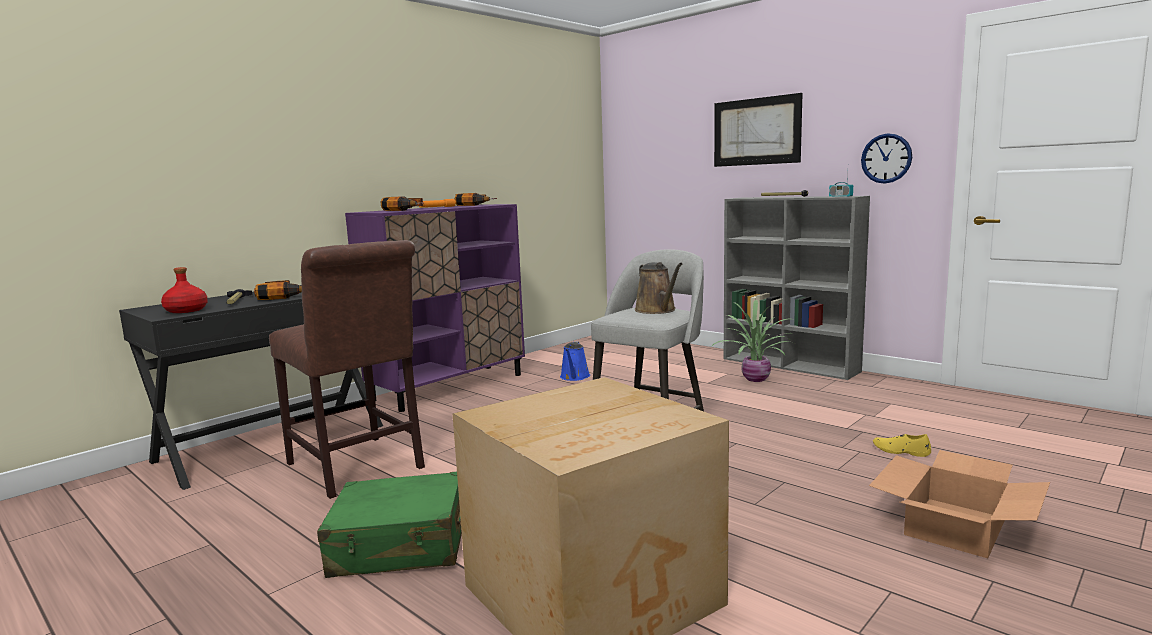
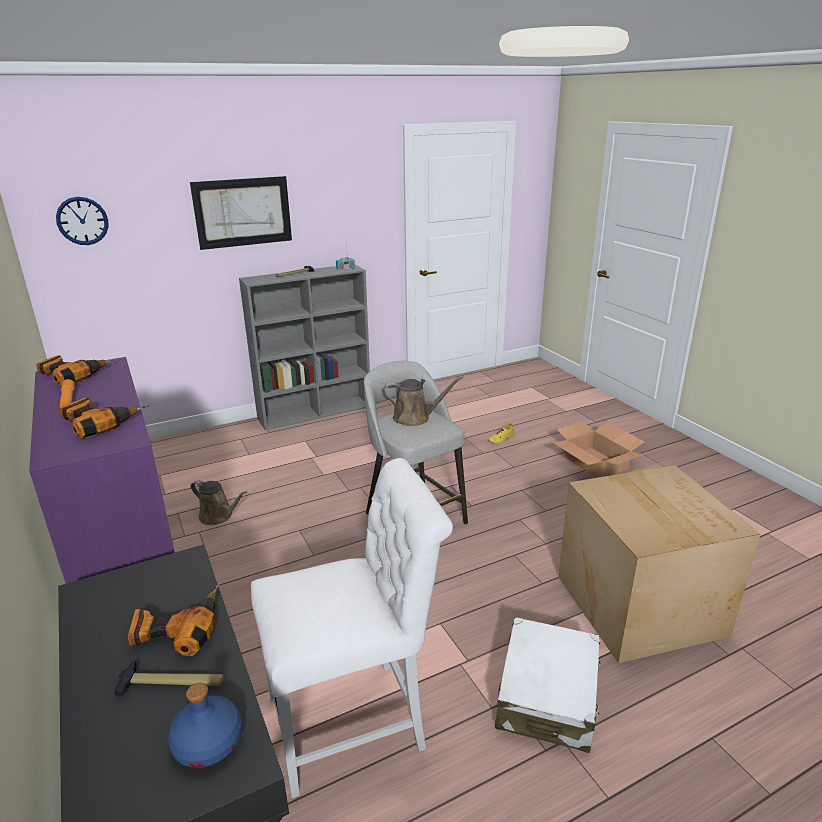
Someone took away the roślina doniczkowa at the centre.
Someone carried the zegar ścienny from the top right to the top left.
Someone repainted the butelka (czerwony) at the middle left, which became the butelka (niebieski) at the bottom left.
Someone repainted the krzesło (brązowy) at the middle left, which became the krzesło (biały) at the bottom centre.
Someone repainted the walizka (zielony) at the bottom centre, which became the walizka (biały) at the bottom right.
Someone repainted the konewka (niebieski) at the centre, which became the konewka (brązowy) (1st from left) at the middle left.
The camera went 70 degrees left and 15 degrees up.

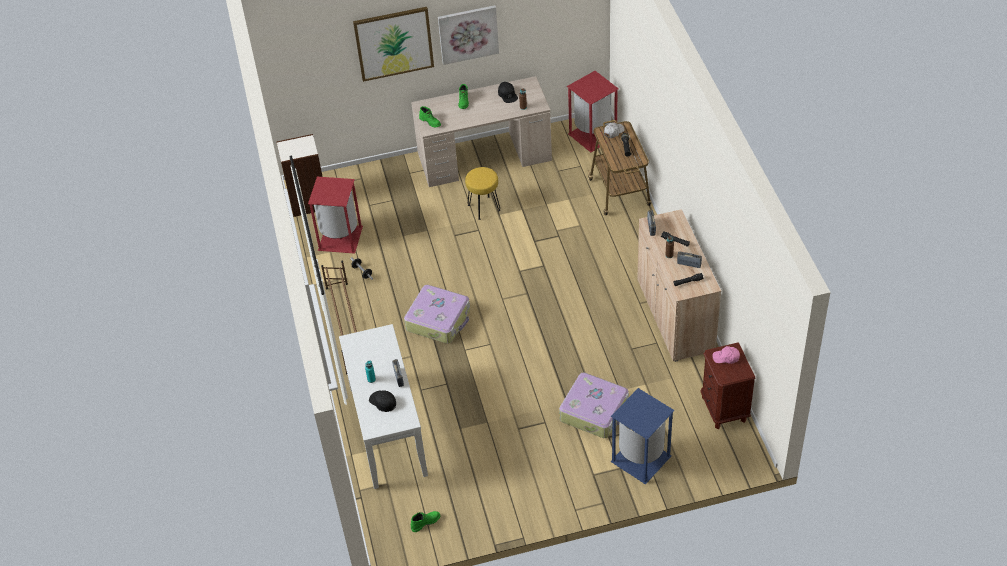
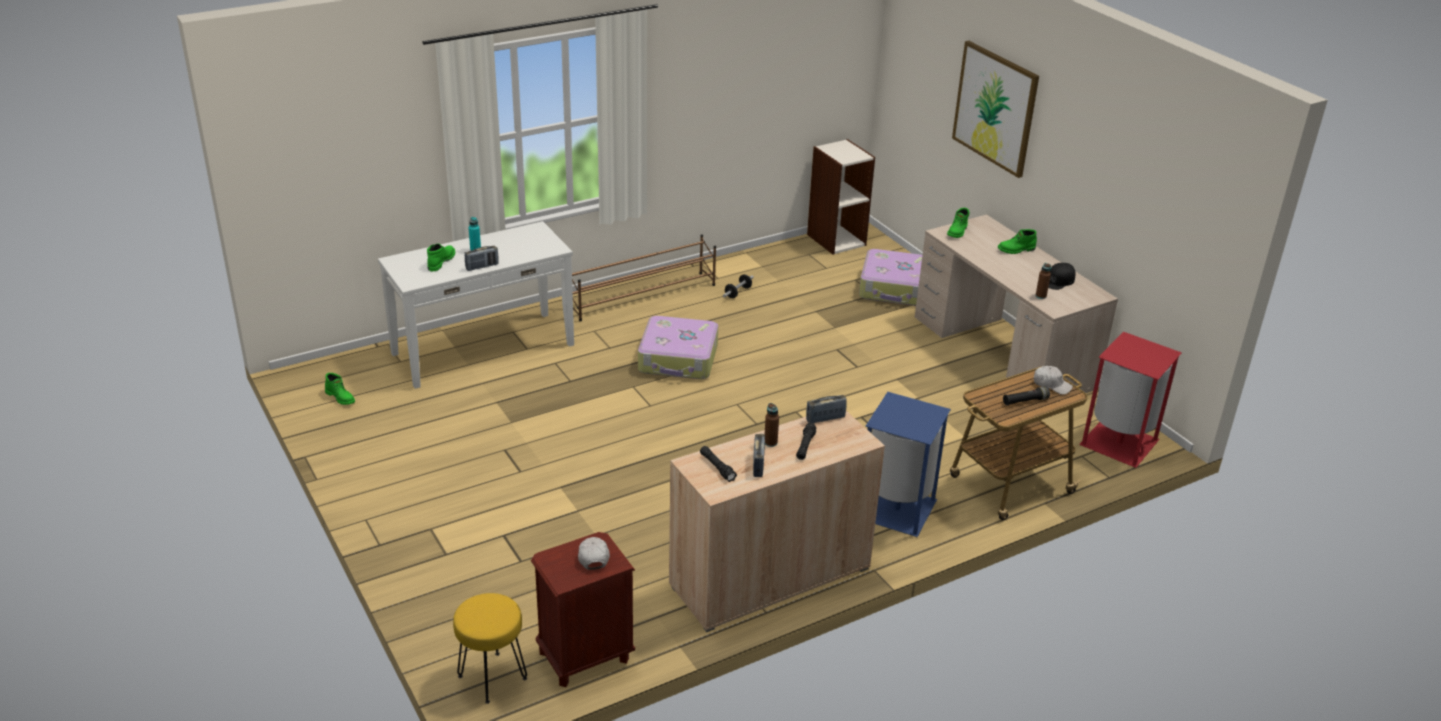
Someone took away the kosz na śmieci (czerwony) (1st from left) at the middle left.
Someone took away the obraz (2nd from left) at the top centre.
Someone carried the stołek (żółty) from the centre to the bottom centre.
Someone carried the walizka (2nd from left) from the bottom centre to the centre.
Someone carried the kosz na śmieci (niebieski) from the bottom centre to the centre.
Someone swapped the czapka z daszkiem (czarny) (1st from left) at the bottom centre for the but z cholewką (zielony) (2nd from left) at the middle left.
Someone repainted the czapka z daszkiem (różowy) at the middle right, which became the czapka z daszkiem (biały) (1st from left) at the bottom centre.
The camera went 70 degrees right and 15 degrees down.

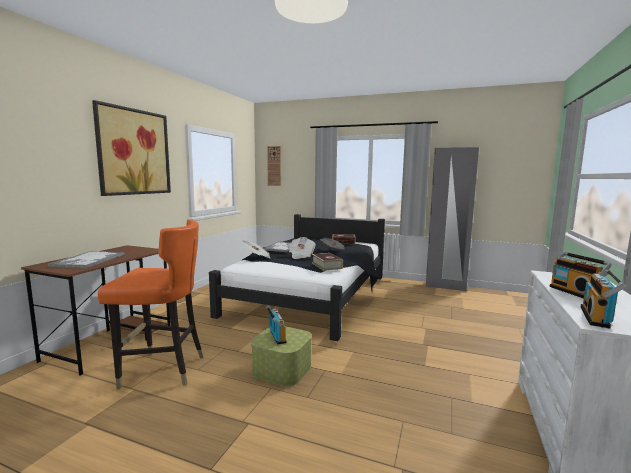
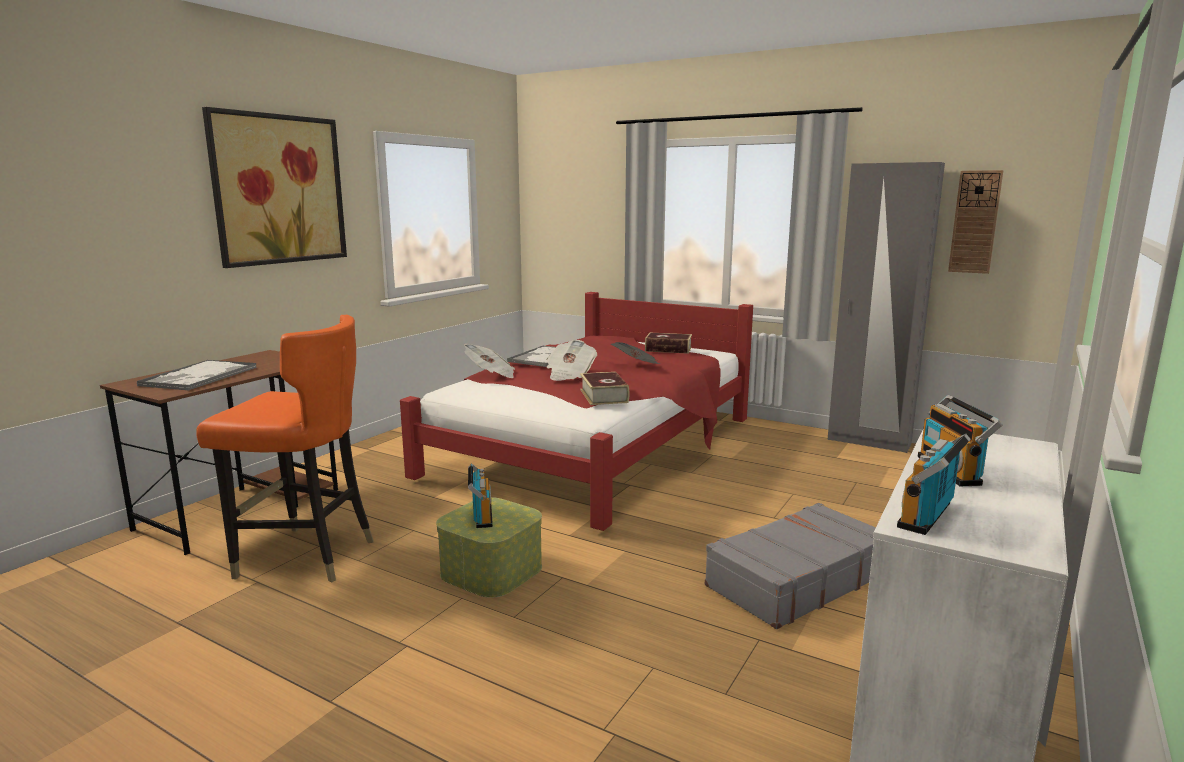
Someone put down the walizka (szary) at the bottom right.
Someone carried the zegar ścienny from the centre to the top right.
Someone repainted the łóżko (czarny) at the centre, which became the łóżko (czerwony) at the centre.
The camera went 10 degrees right and 5 degrees up.

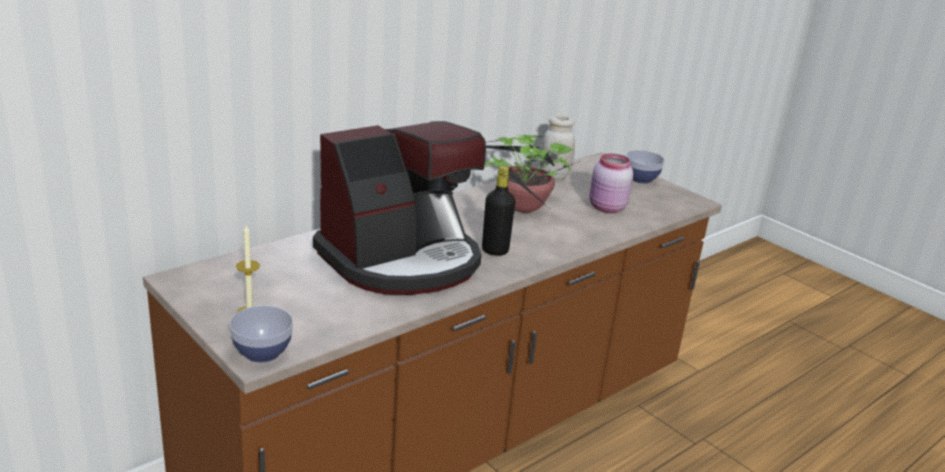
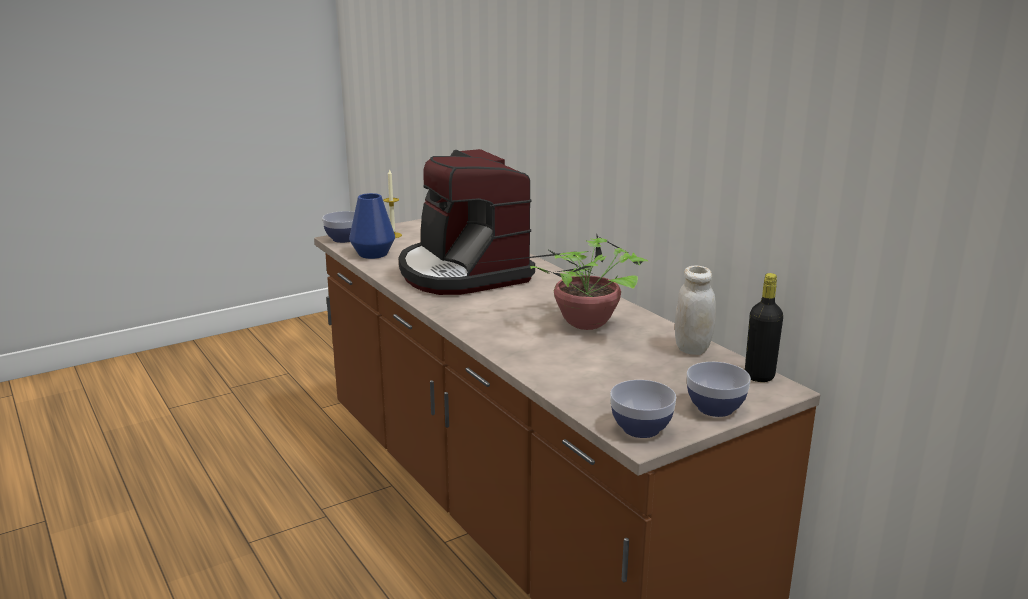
Someone took away the słoik (różowy) at the centre.
Someone put down the wazon (niebieski) at the centre.
Someone put down the miska (2nd from left) at the bottom centre.
Someone carried the butelka (czarny) from the centre to the middle right.
The camera went 100 degrees right and 5 degrees down.

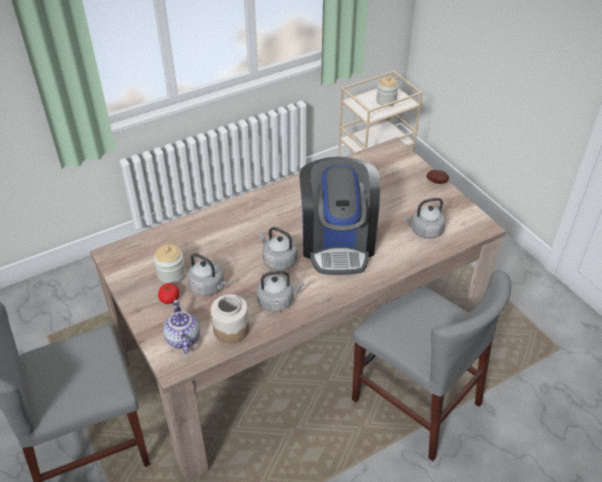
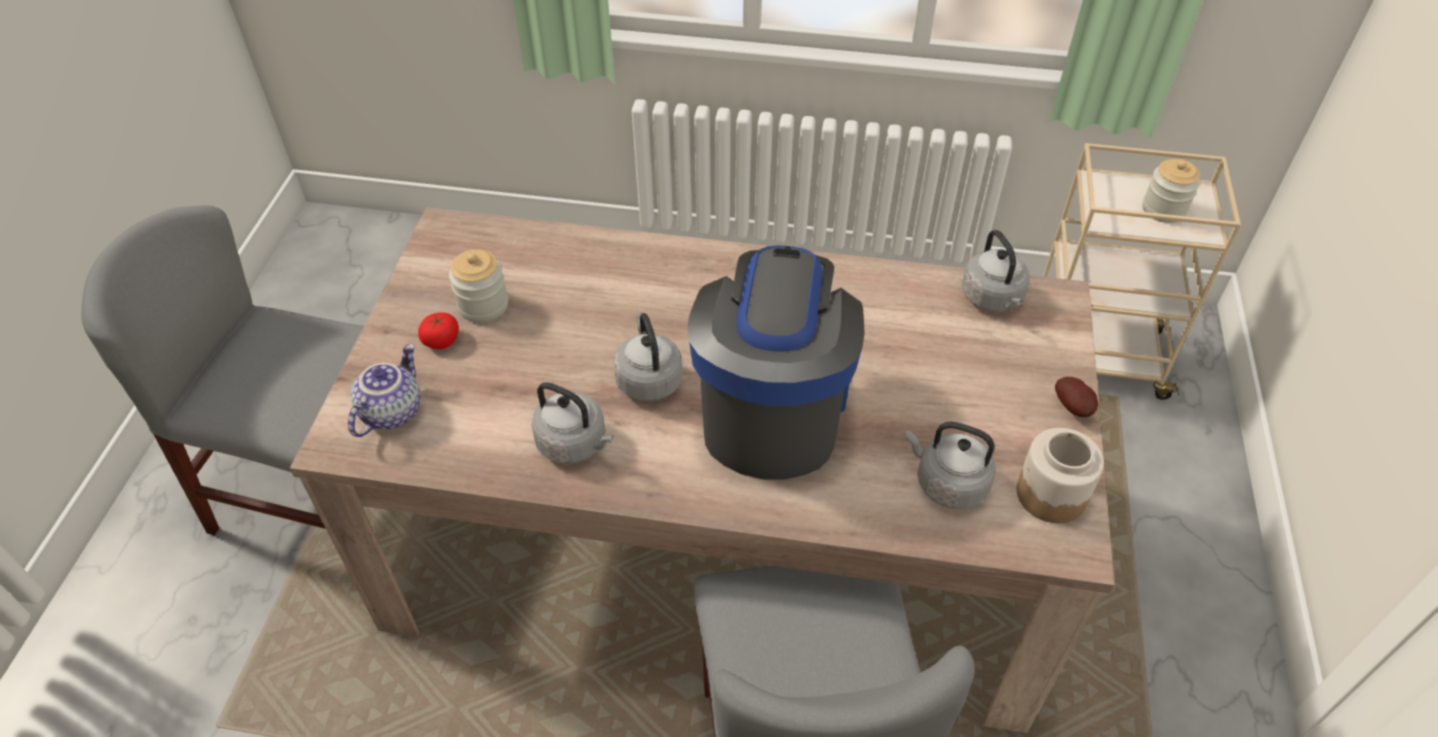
Someone carried the czajnik (szary) (1st from left in the first image) from the centre to the middle right.
Someone carried the słoik (2nd from left) from the centre to the middle right.
Someone rotated the ekspres do kawy at the centre by 150 degrees clockwise.
The camera went 40 degrees right and 5 degrees up.

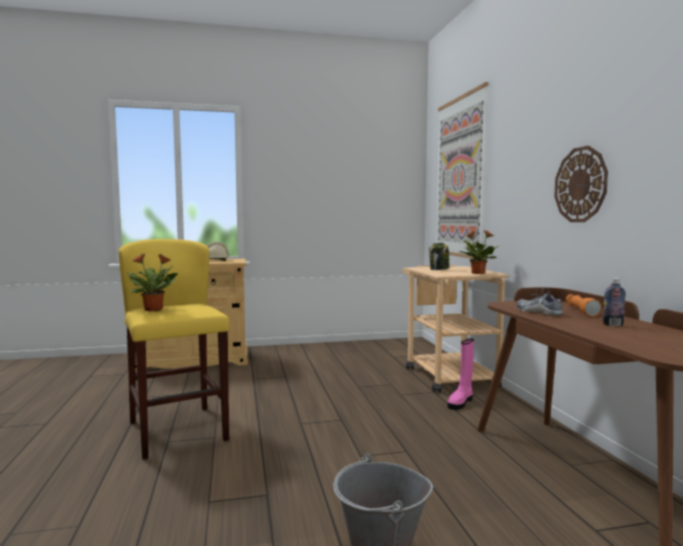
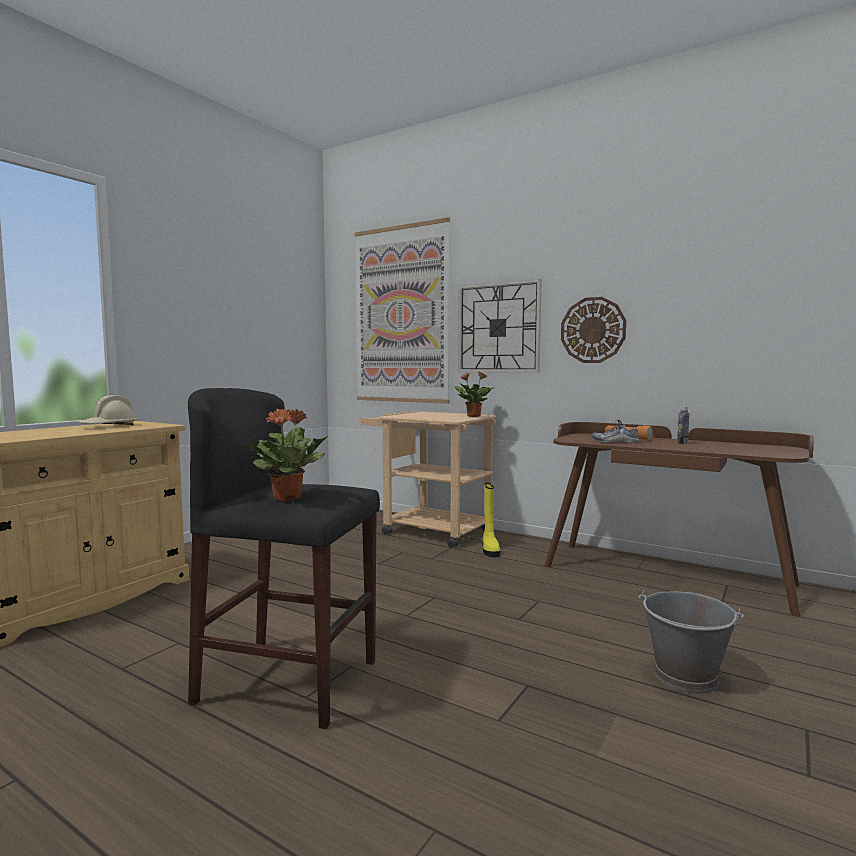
Someone took away the słoik at the centre.
Someone put up the zegar ścienny (1st from left) at the centre.
Someone repainted the stołek (żółty) at the middle left, which became the stołek (czarny) at the middle left.
Someone repainted the but z cholewką (różowy) at the bottom right, which became the but z cholewką (żółty) at the centre.
The camera went 45 degrees left and 0 degrees up.

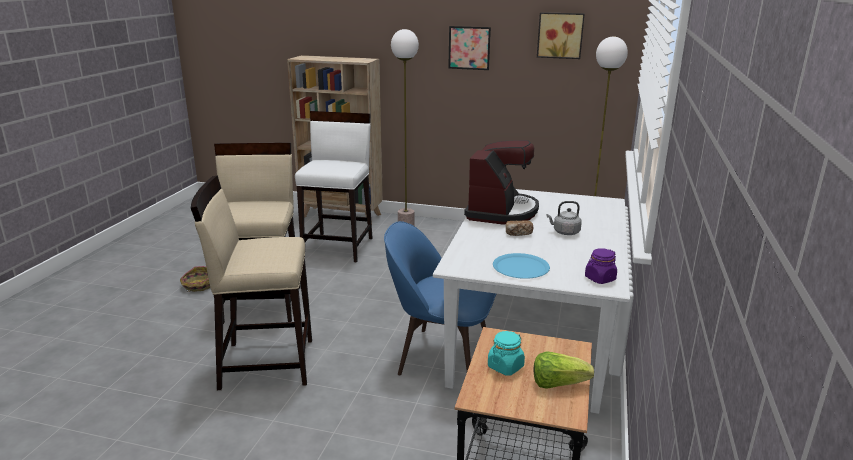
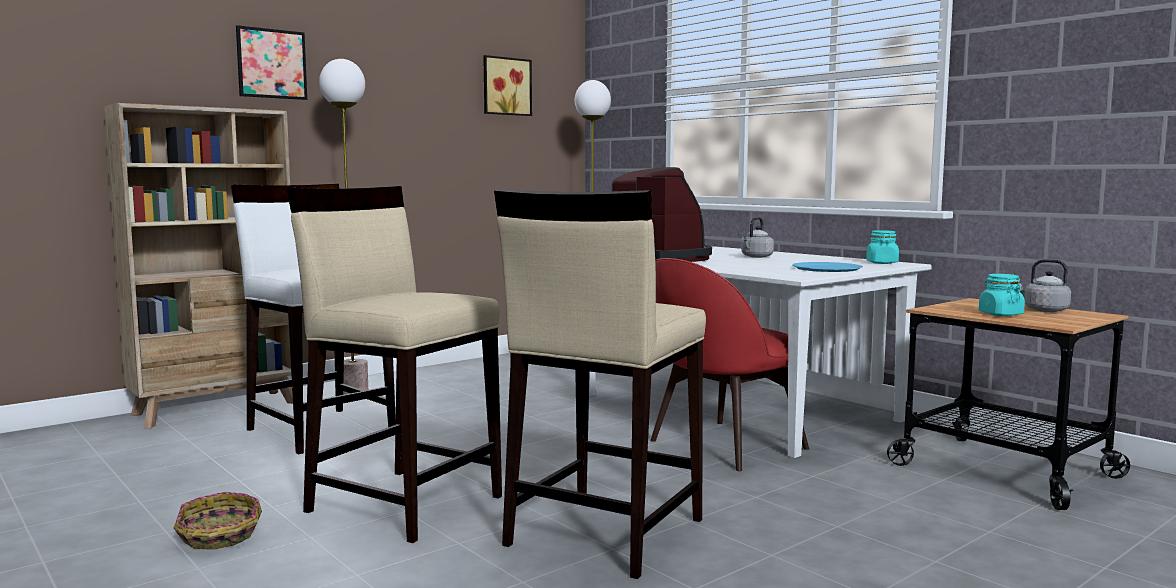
Someone took away the chleb at the centre.
Someone carried the obraz (1st from left) from the top centre to the top left.
Someone swapped the sałata at the bottom centre for the czajnik (szary) (2nd from left) at the middle right.
Someone repainted the krzesło (niebieski) at the centre, which became the krzesło (czerwony) at the centre.
Someone repainted the słoik (fioletowy) at the middle right, which became the słoik (turkusowy) (1st from left) at the middle right.
The camera went 55 degrees left and 15 degrees down.

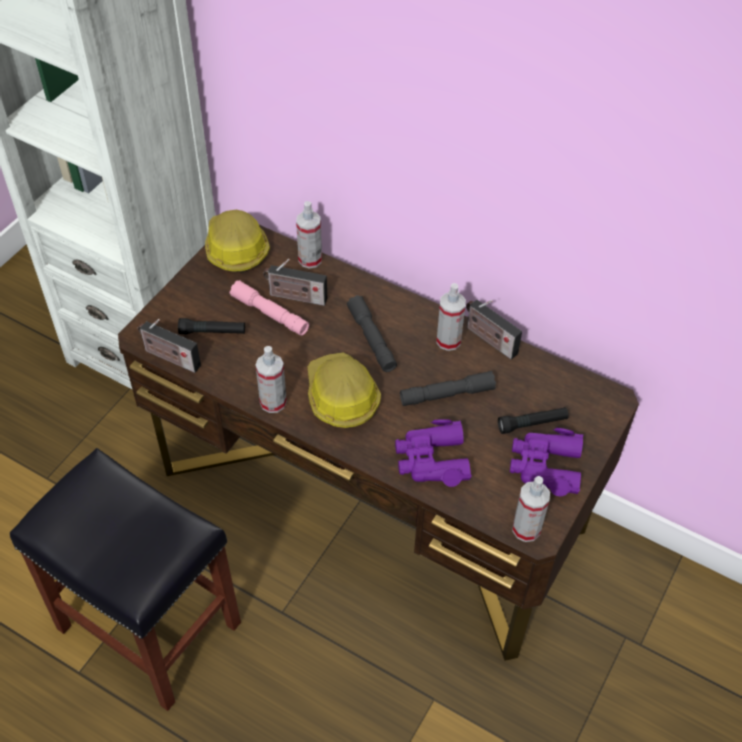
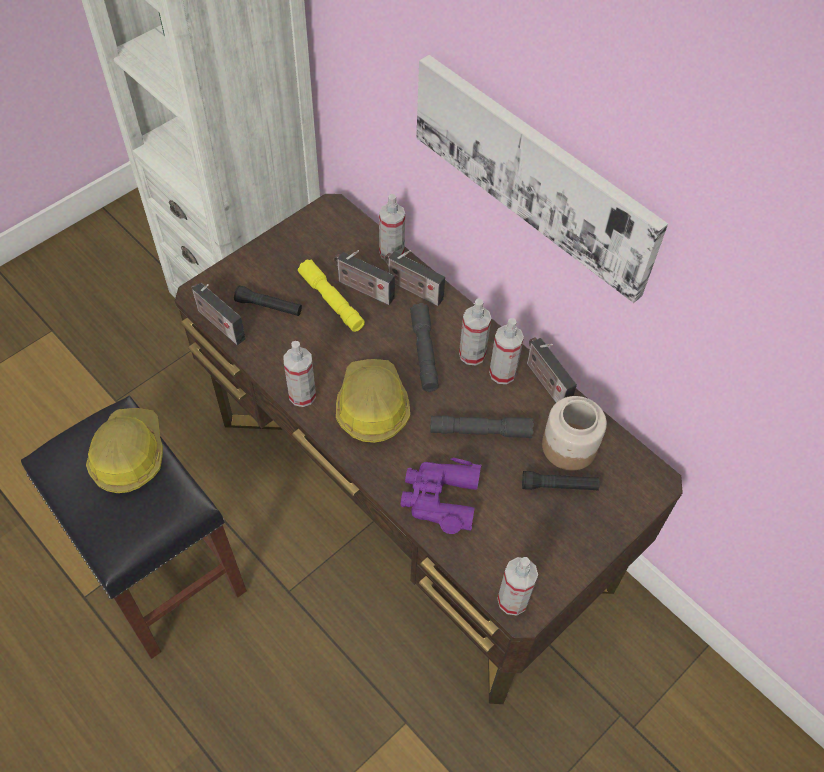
Someone took away the lornetka (fioletowy) (2nd from left) at the middle right.
Someone put down the radio (3rd from left) at the centre.
Someone put up the obraz at the top centre.
Someone put down the spryskiwacz (3rd from left) at the centre.
Someone put down the słoik at the middle right.
Someone carried the kask (1st from left) from the top left to the middle left.
Someone repainted the latarka (różowy) at the centre, which became the latarka (żółty) at the centre.
The camera went 15 degrees right and 5 degrees up.

